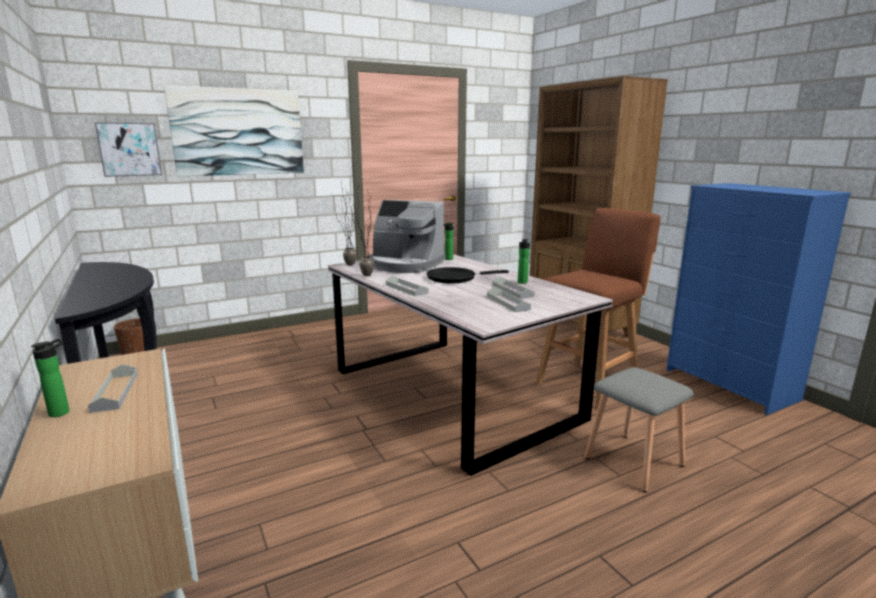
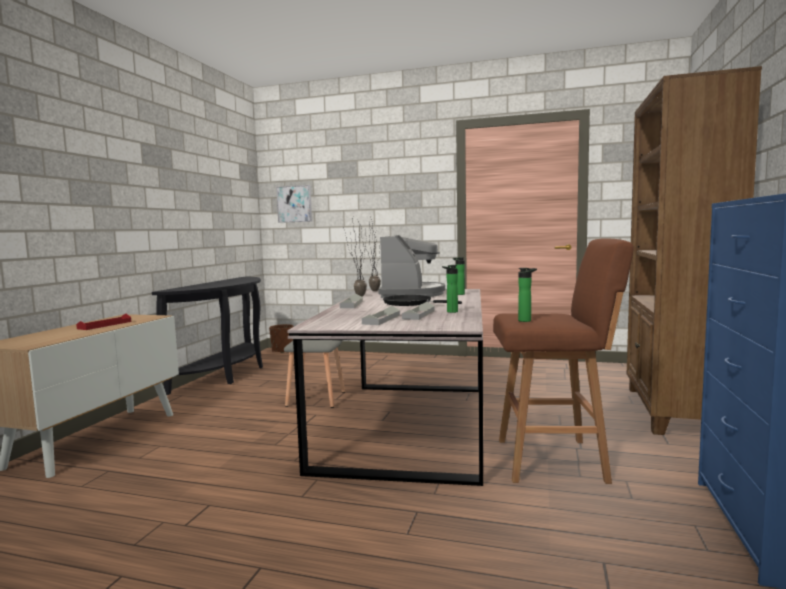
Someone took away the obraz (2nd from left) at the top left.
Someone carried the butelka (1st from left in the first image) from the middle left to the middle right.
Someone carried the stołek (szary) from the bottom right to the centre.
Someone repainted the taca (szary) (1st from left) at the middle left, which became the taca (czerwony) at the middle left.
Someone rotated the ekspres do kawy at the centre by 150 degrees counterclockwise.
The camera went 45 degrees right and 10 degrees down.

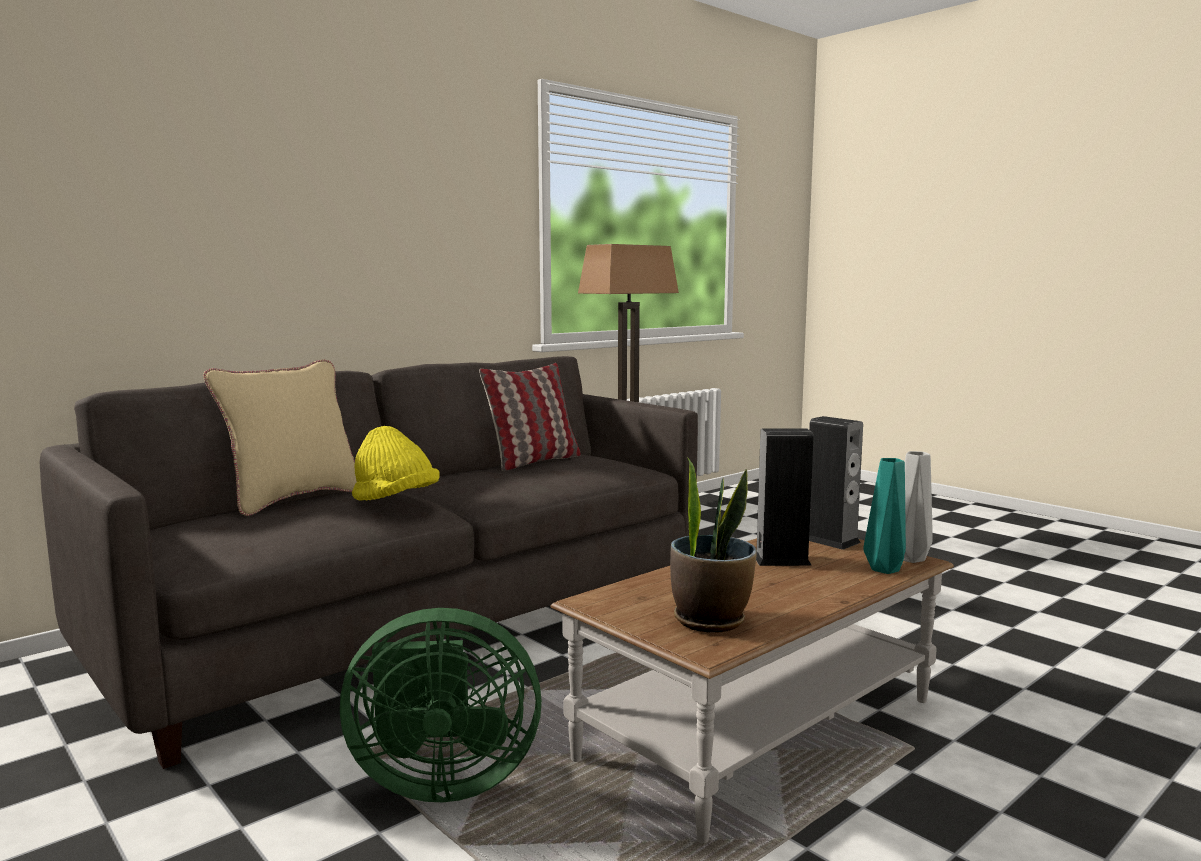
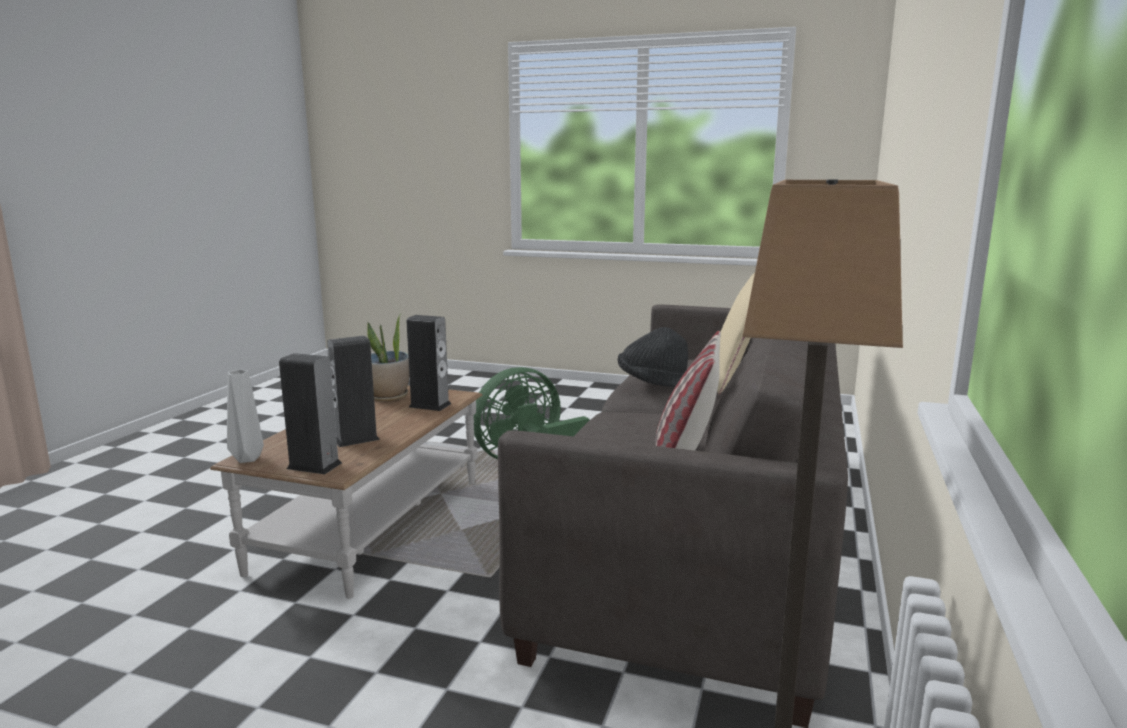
Someone took away the wazon (turkusowy) at the middle right.
Someone put down the głośnik (3rd from left) at the centre.
Someone repainted the kapelusz (żółty) at the middle left, which became the kapelusz (czarny) at the centre.
The camera went 150 degrees right and 5 degrees up.

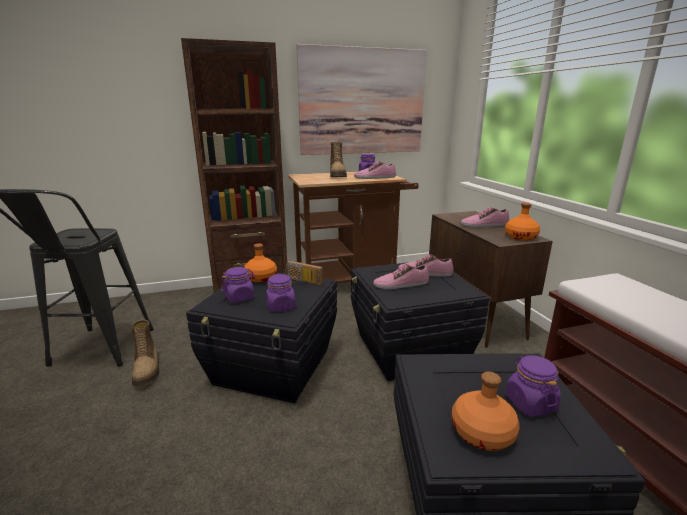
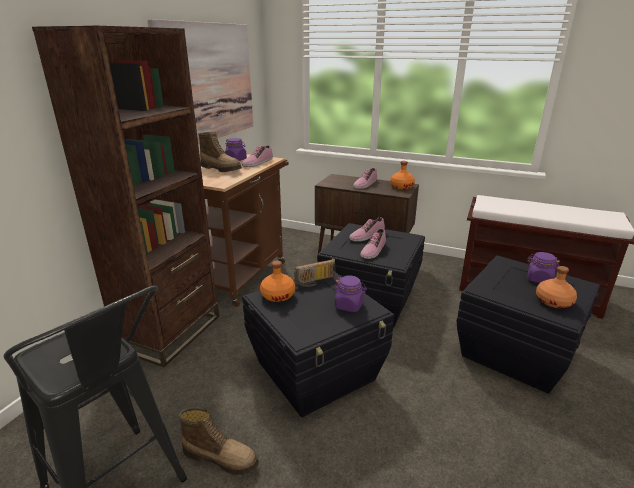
Someone took away the słoik (fioletowy) (1st from left) at the centre.
The camera went 50 degrees left and 5 degrees up.

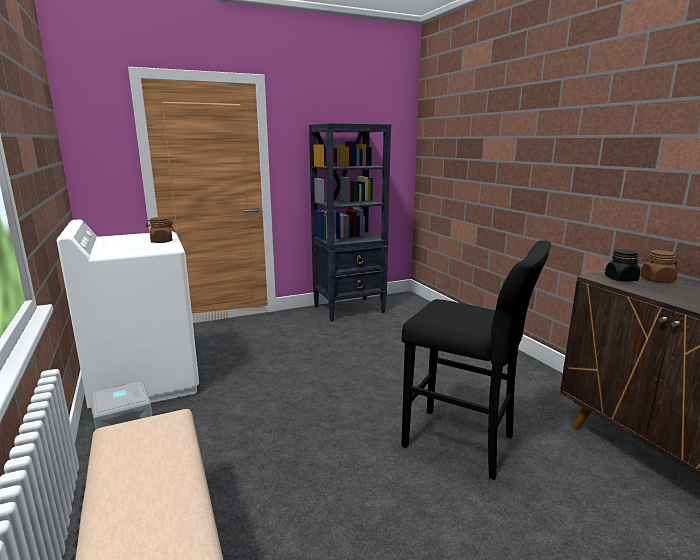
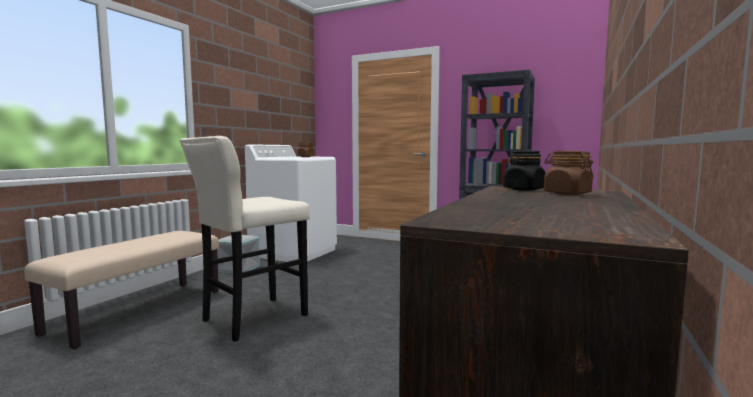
Someone took away the stołek (czarny) at the middle right.
Someone put down the stołek (beżowy) at the middle left.
The camera went 50 degrees right and 10 degrees down.

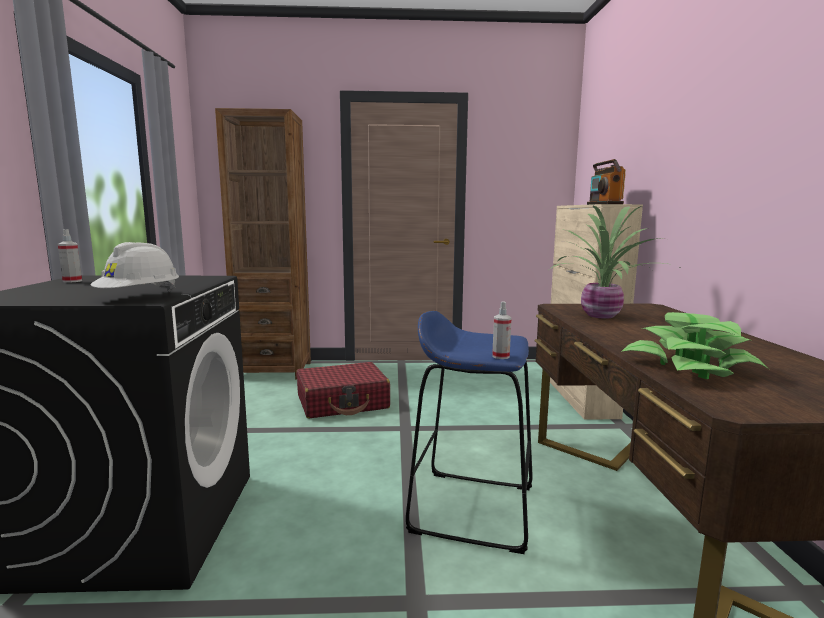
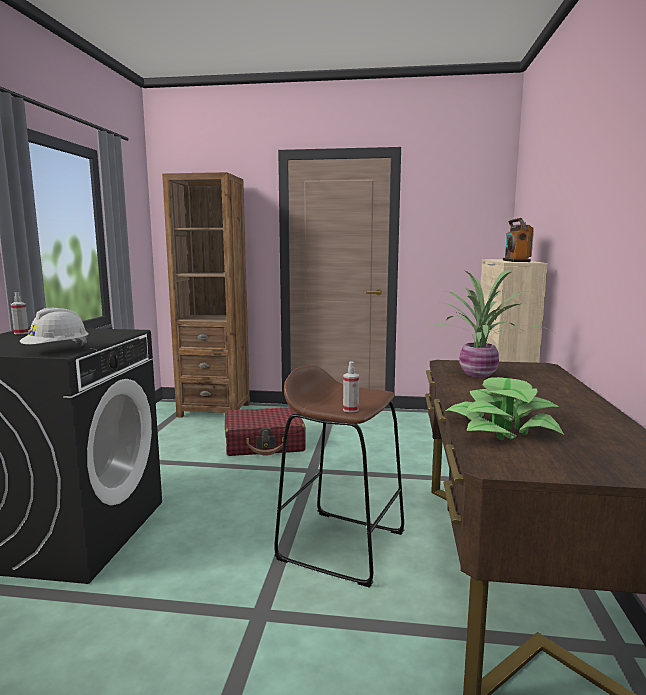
Someone repainted the stołek (niebieski) at the bottom centre, which became the stołek (brązowy) at the bottom centre.
The camera went 10 degrees right and 0 degrees up.

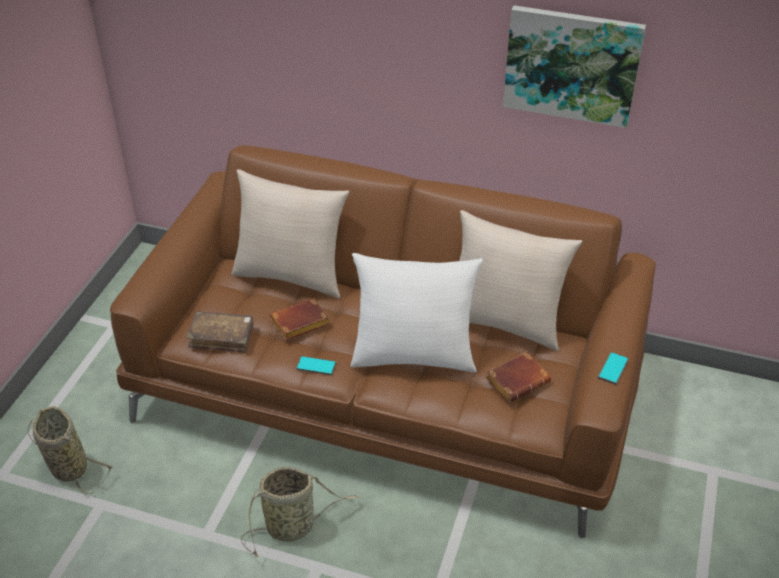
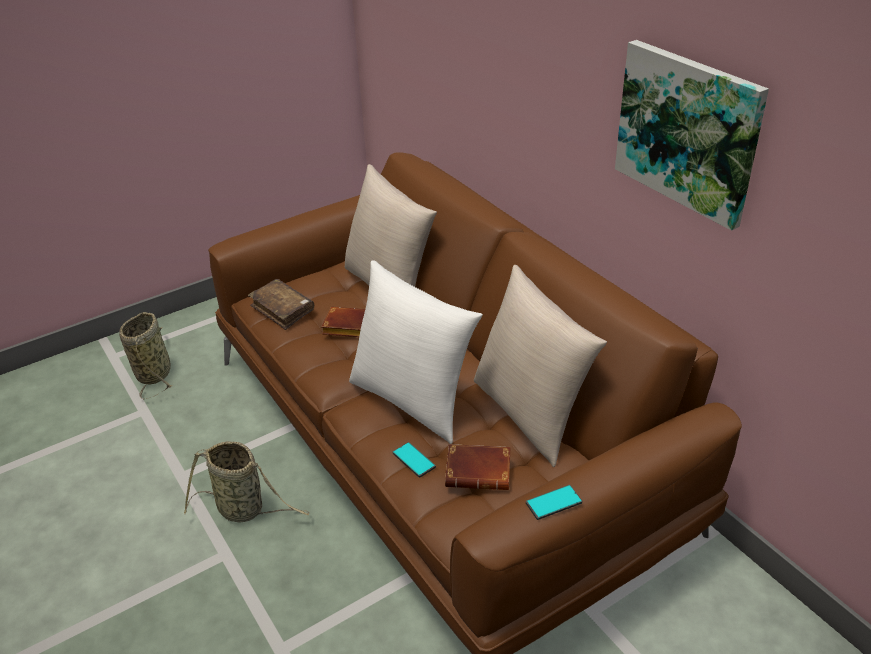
Someone carried the telefon (1st from left) from the centre to the bottom centre.
The camera went 40 degrees right and 5 degrees down.

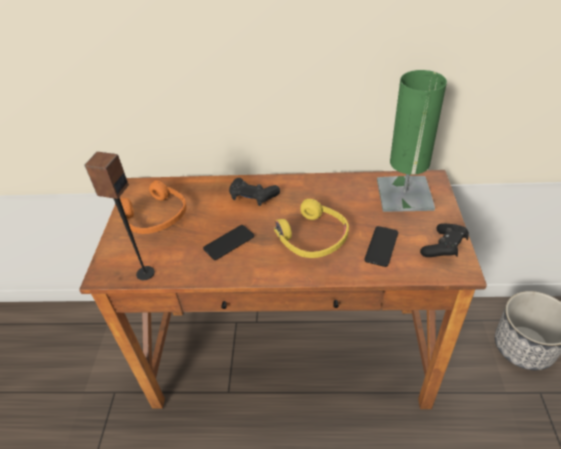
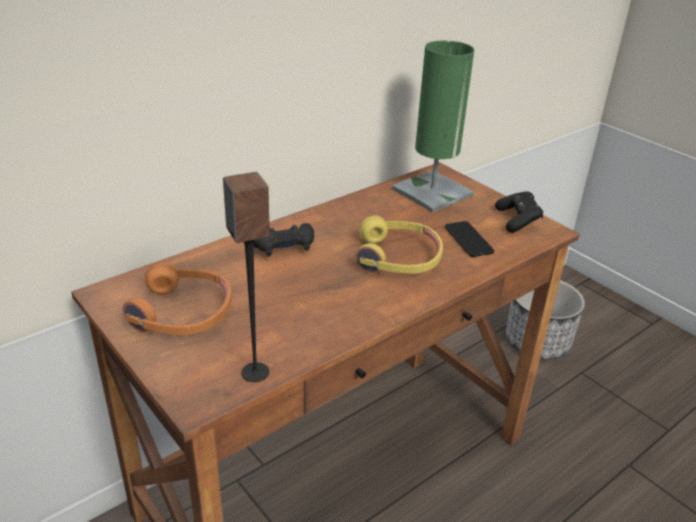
Someone took away the telefon (1st from left) at the centre.
The camera went 45 degrees left and 10 degrees down.

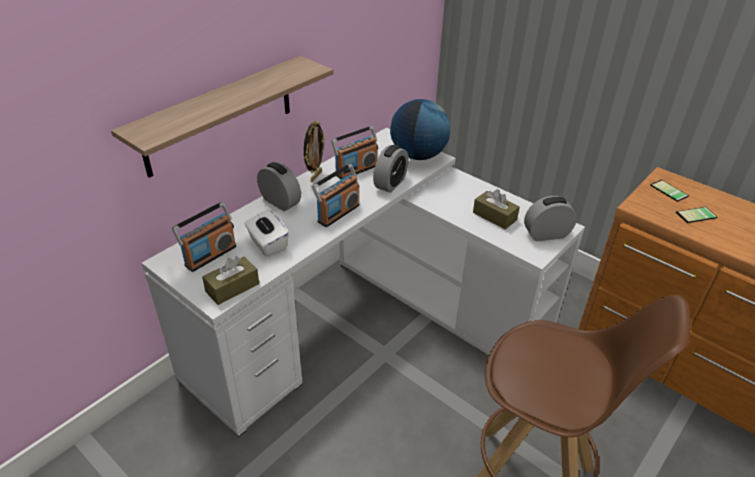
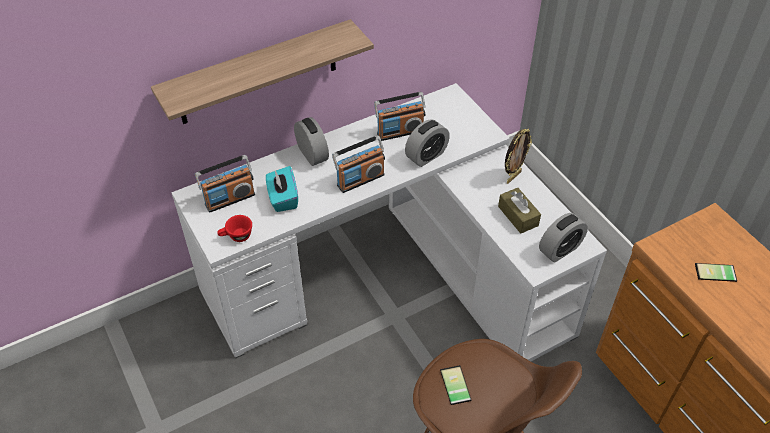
Someone took away the globus at the top centre.
Someone carried the ramka na zdjęcie from the top centre to the middle right.
Someone carried the telefon (1st from left) from the middle right to the bottom centre.
Someone swapped the pudełko chusteczek (brązowy) (1st from left) at the middle left for the filiżanka (czerwony) at the middle left.
Someone repainted the pudełko chusteczek (biały) at the centre, which became the pudełko chusteczek (turkusowy) at the centre.
Someone rotated the budzik (3rd from left) at the middle right by 135 degrees clockwise.
The camera went 20 degrees right and 10 degrees up.

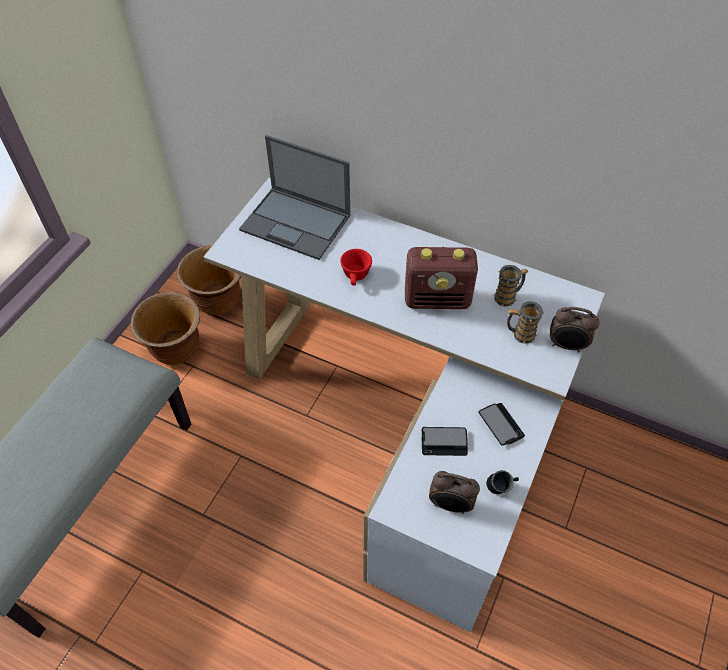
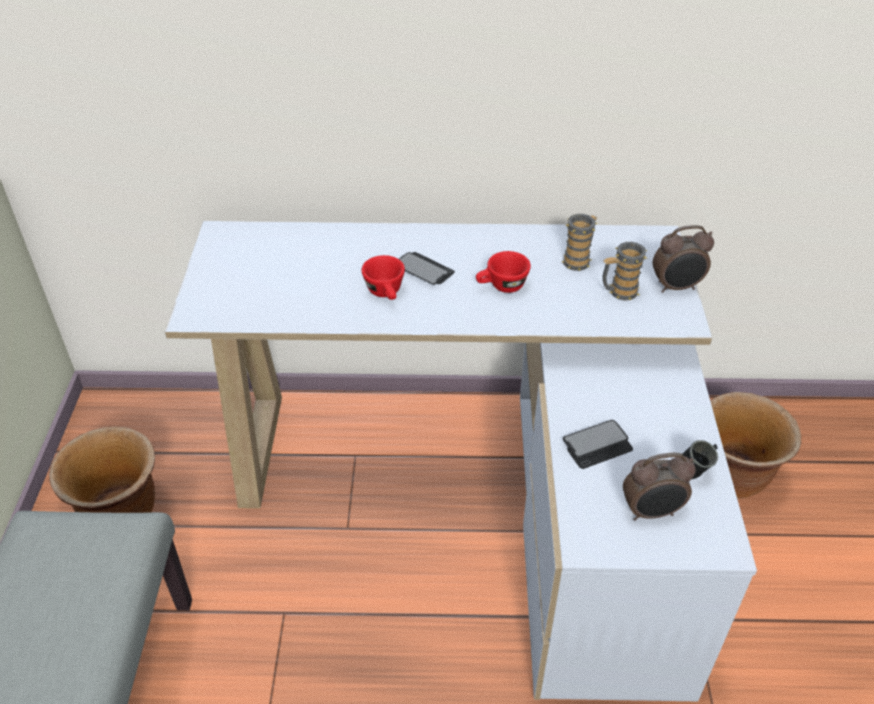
Someone took away the laptop at the top centre.
Someone carried the donica (brązowy) (2nd from left) from the middle left to the middle right.
Someone carried the telefon (2nd from left in the first image) from the middle right to the centre.
Someone swapped the radio at the centre for the filiżanka (czerwony) (2nd from left) at the centre.
The camera went 25 degrees left and 10 degrees down.

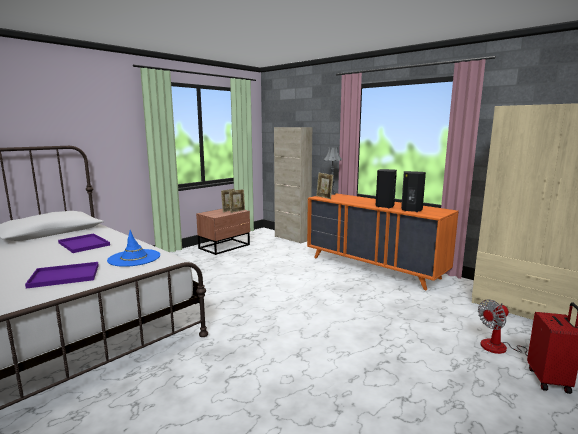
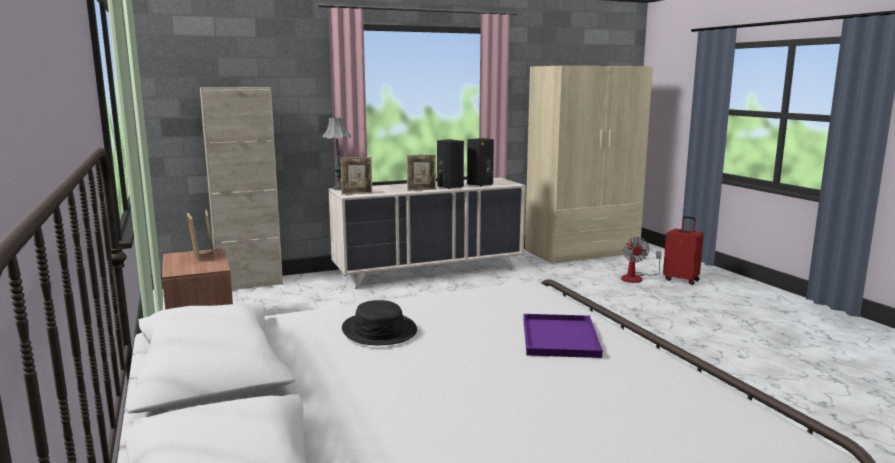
Someone took away the kapelusz (niebieski) at the middle left.
Someone put down the ramka na zdjęcie (4th from left) at the centre.
Someone swapped the taca (fioletowy) (2nd from left) at the middle left for the kapelusz (czarny) at the bottom centre.
Someone repainted the komoda (pomarańczowy) at the centre, which became the komoda (beżowy) at the centre.
The camera went 65 degrees left and 0 degrees up.

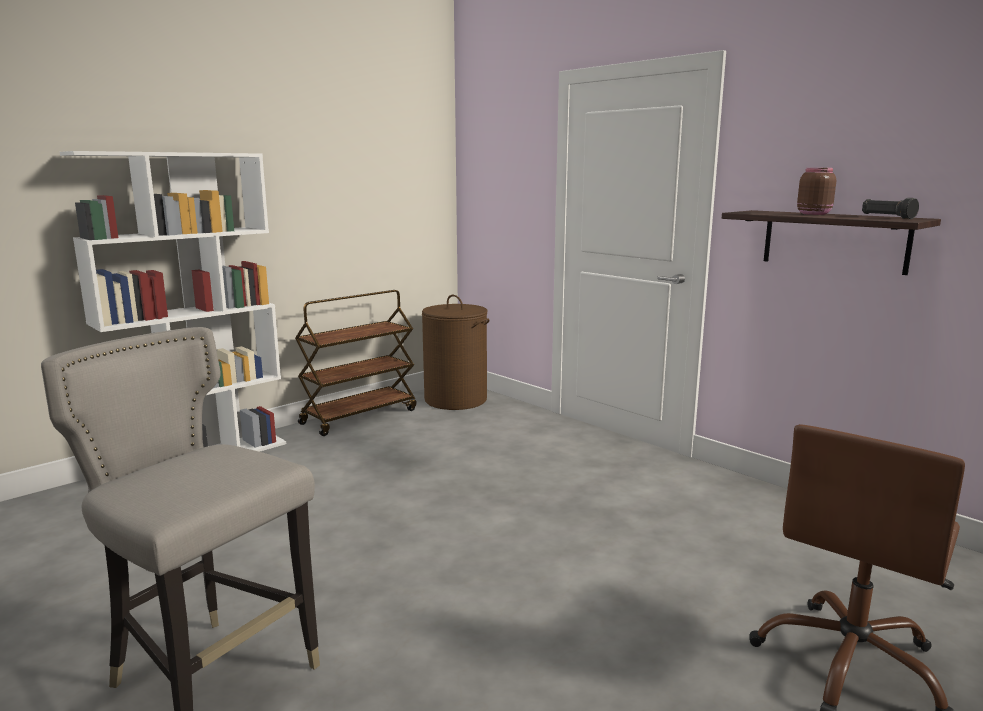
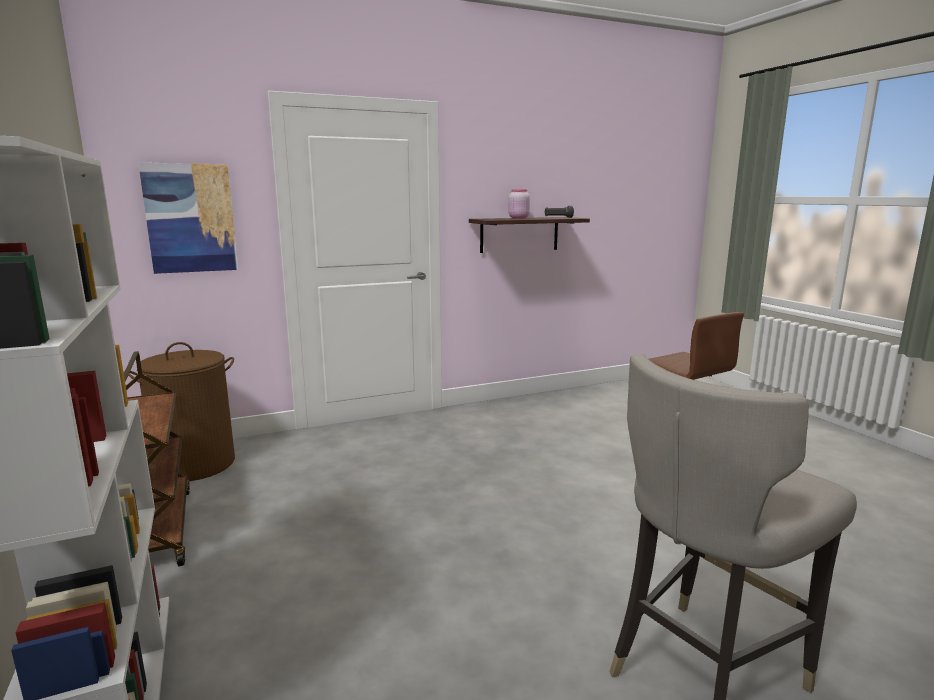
Someone put up the obraz at the top left.
Someone repainted the słoik (brązowy) at the top right, which became the słoik (różowy) at the top centre.
The camera went 70 degrees left and 0 degrees up.

